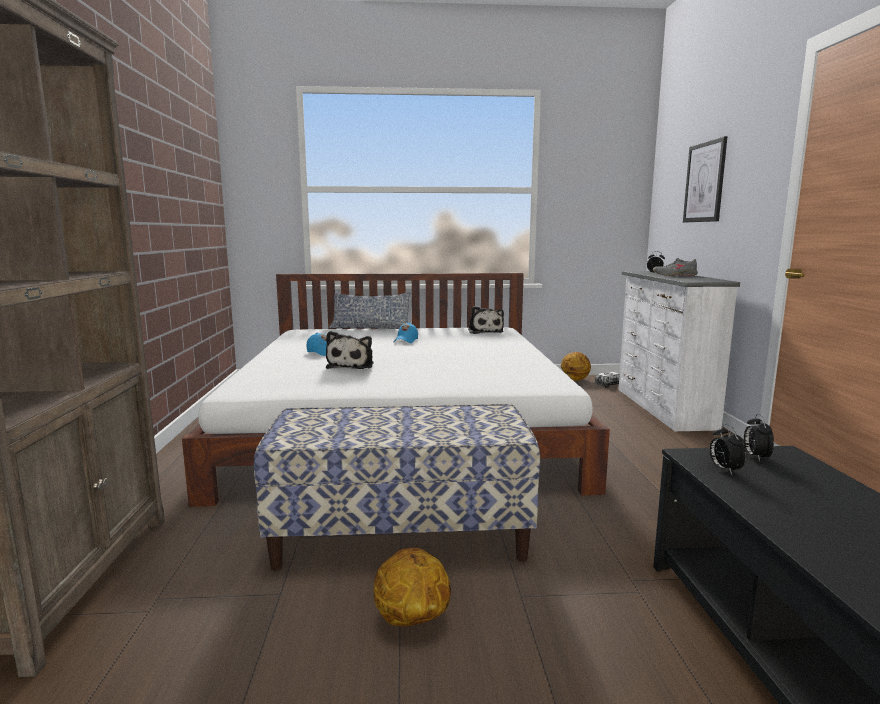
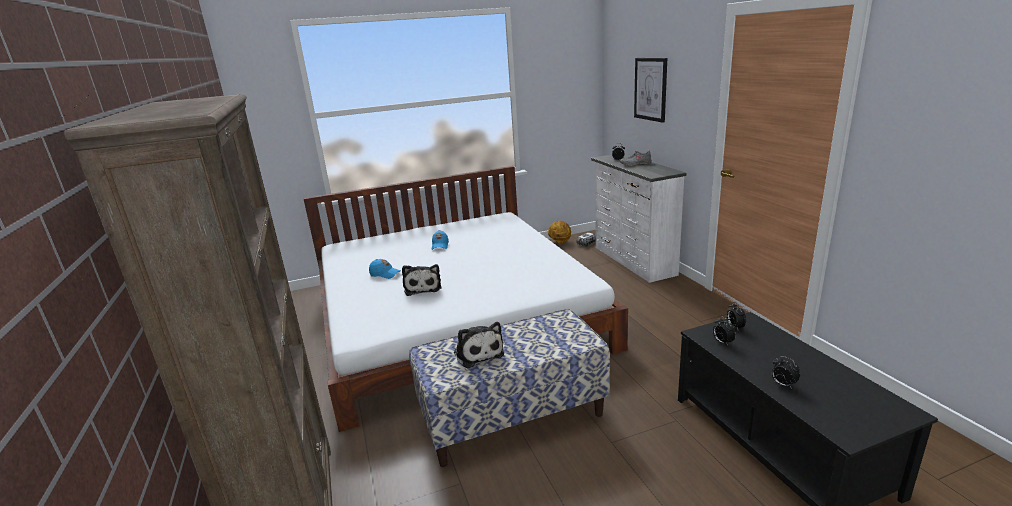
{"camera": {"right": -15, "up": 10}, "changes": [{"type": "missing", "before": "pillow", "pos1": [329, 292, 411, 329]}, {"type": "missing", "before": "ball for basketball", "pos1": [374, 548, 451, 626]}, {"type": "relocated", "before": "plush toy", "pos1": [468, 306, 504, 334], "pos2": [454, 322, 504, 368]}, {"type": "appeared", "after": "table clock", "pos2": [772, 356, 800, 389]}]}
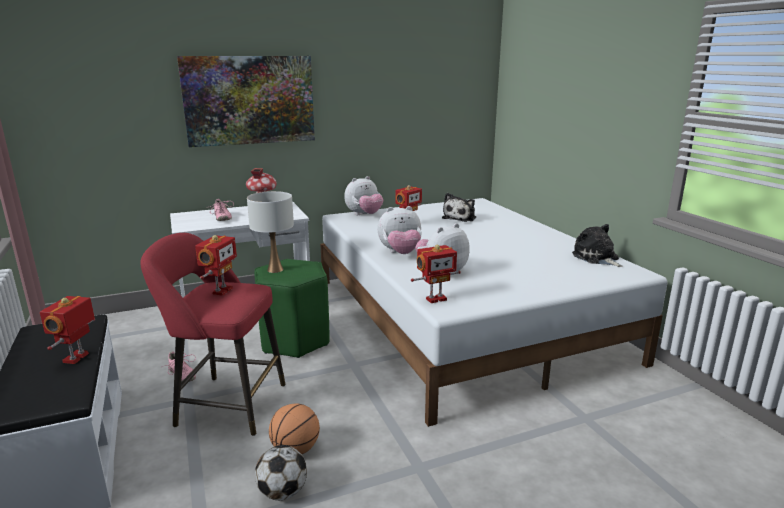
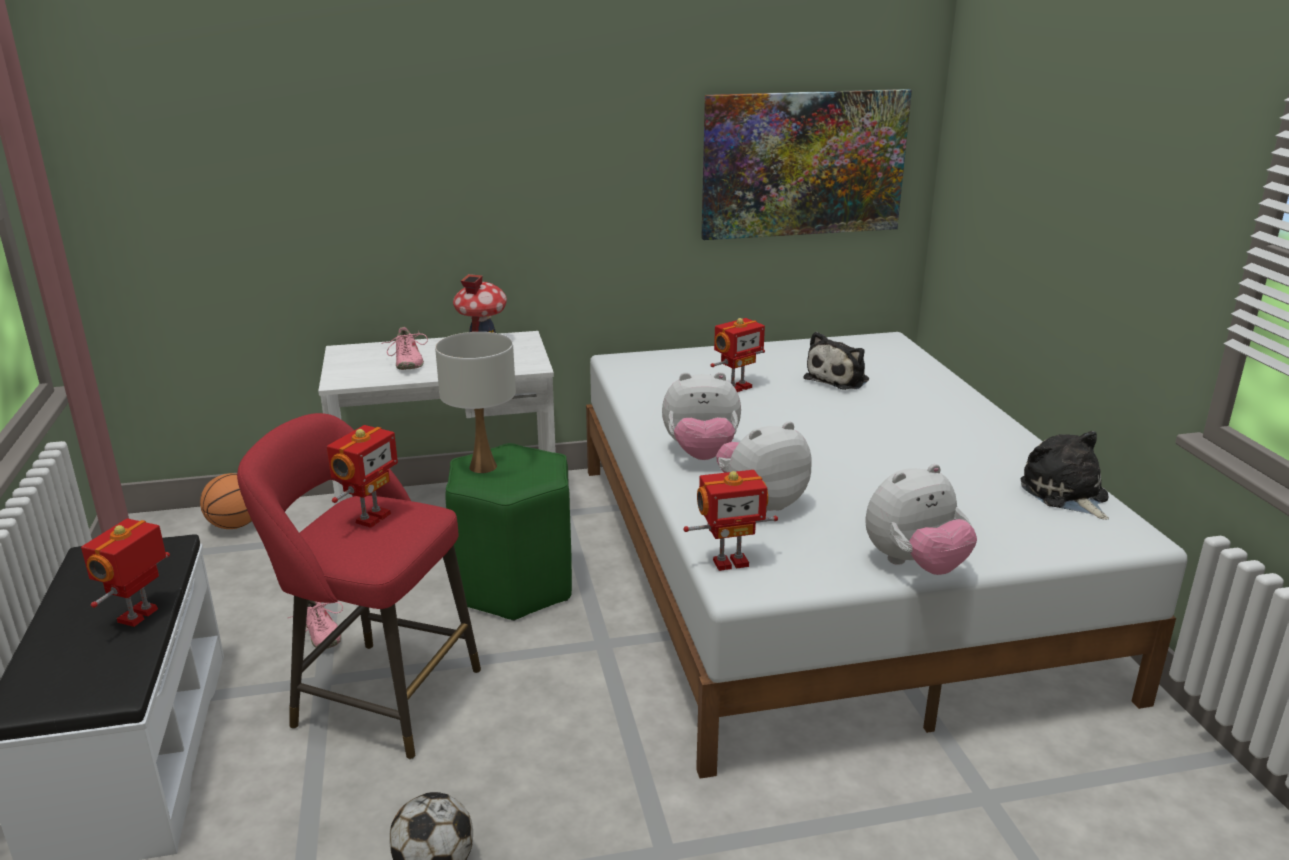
{"camera": {"right": 10, "up": 5}, "changes": [{"type": "relocated", "before": "wall art", "pos1": [177, 56, 315, 147], "pos2": [701, 89, 912, 240]}, {"type": "relocated", "before": "ball for basketball", "pos1": [269, 404, 320, 454], "pos2": [200, 473, 252, 529]}, {"type": "relocated", "before": "plush toy", "pos1": [344, 176, 383, 215], "pos2": [866, 464, 977, 575]}]}
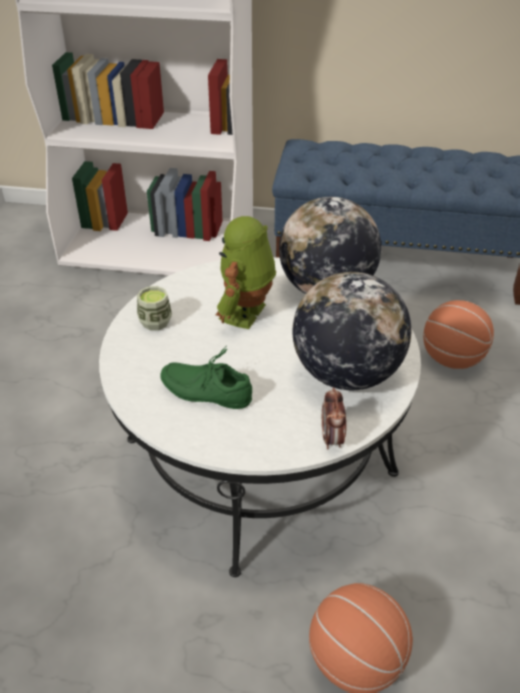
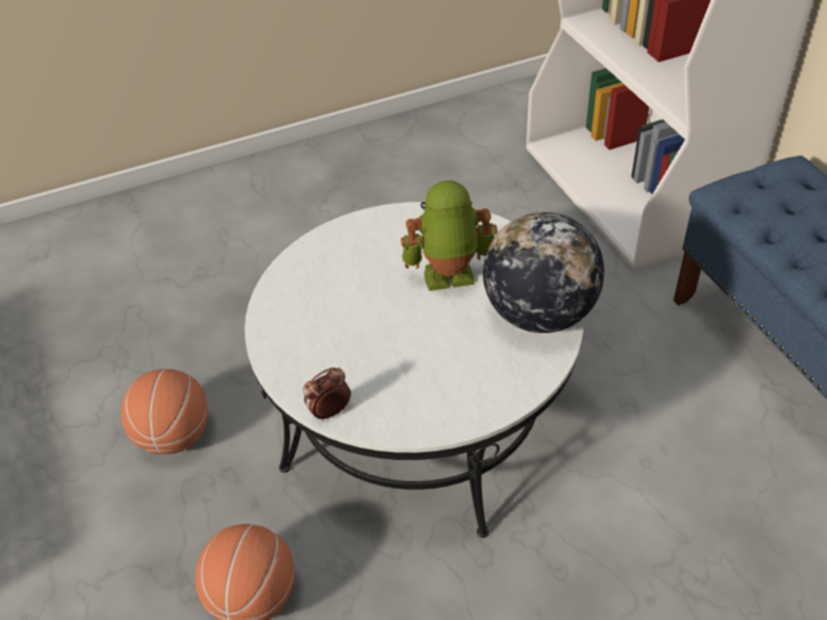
{"camera": {"right": 60, "up": 5}, "changes": [{"type": "missing", "before": "cup", "pos1": [137, 286, 172, 331]}, {"type": "missing", "before": "green item of footwear", "pos1": [160, 345, 252, 409]}, {"type": "missing", "before": "world globe", "pos1": [293, 272, 411, 390]}, {"type": "relocated", "before": "ball for basketball", "pos1": [423, 300, 494, 369], "pos2": [121, 369, 208, 454]}]}
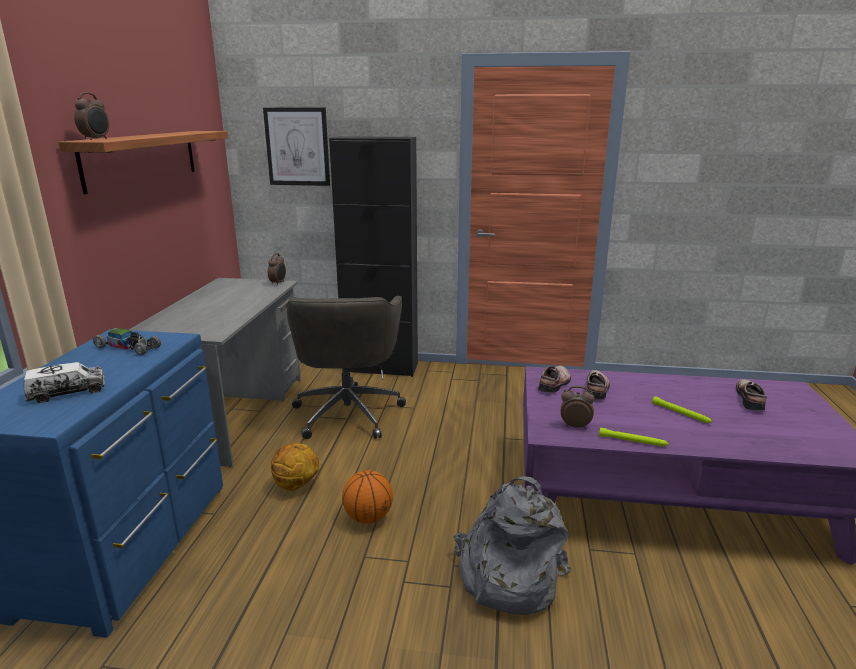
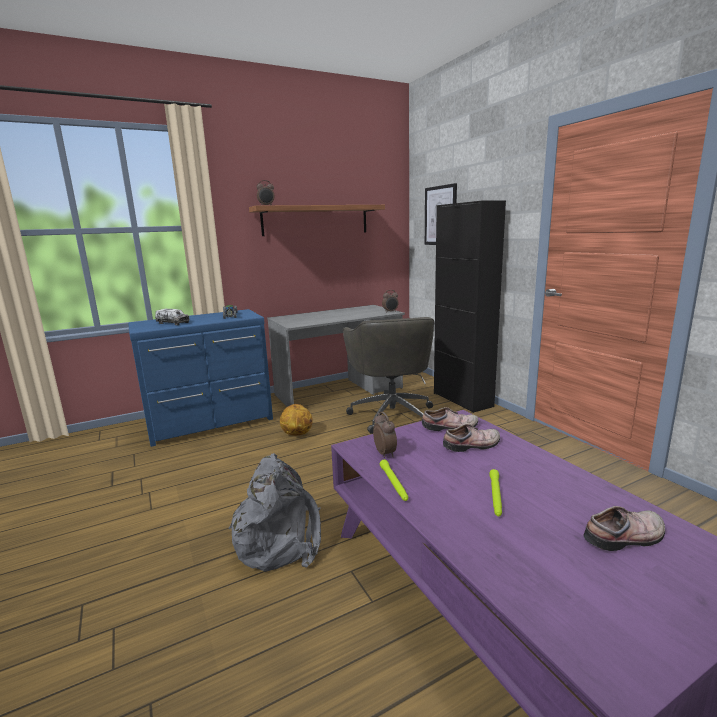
{"camera": {"right": 55, "up": -5}, "changes": [{"type": "spun", "before": "grey office chair", "pos1": [286, 296, 406, 439], "pos2": [343, 317, 434, 434], "turn": -60}, {"type": "missing", "before": "ball for basketball", "pos1": [342, 470, 393, 524]}]}
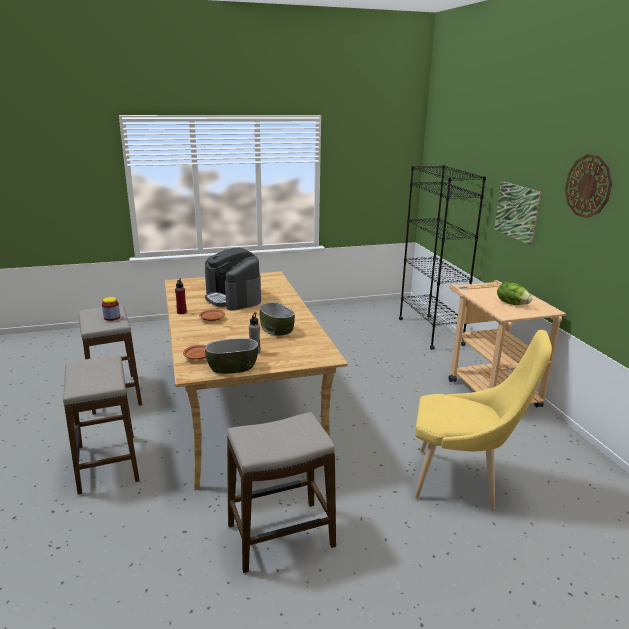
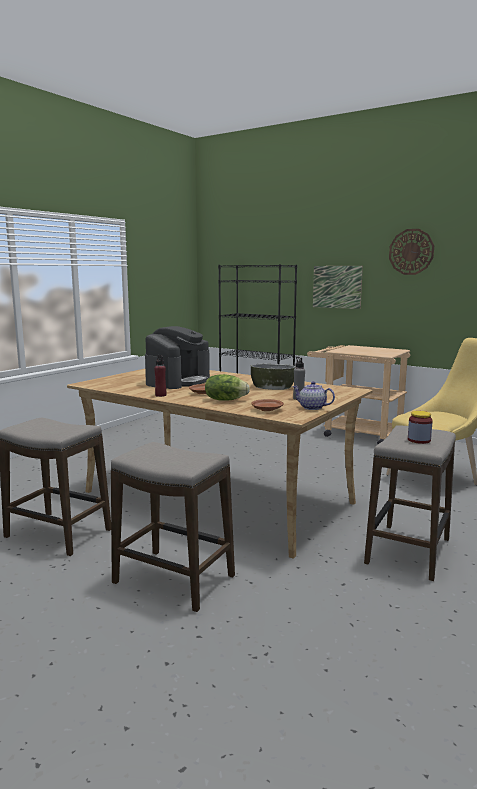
{"camera": {"right": -40, "up": -10}, "changes": [{"type": "relocated", "before": "storage jar", "pos1": [102, 297, 120, 321], "pos2": [408, 411, 433, 444]}, {"type": "spun", "before": "coffee brewer", "pos1": [205, 248, 261, 311], "pos2": [145, 326, 210, 389], "turn": -75}, {"type": "exchanged", "before": "serving bowl", "after": "pot for tea", "pos1": [205, 338, 258, 374], "pos2": [292, 381, 335, 410]}, {"type": "relocated", "before": "lettuce head", "pos1": [497, 283, 532, 305], "pos2": [205, 374, 250, 401]}]}
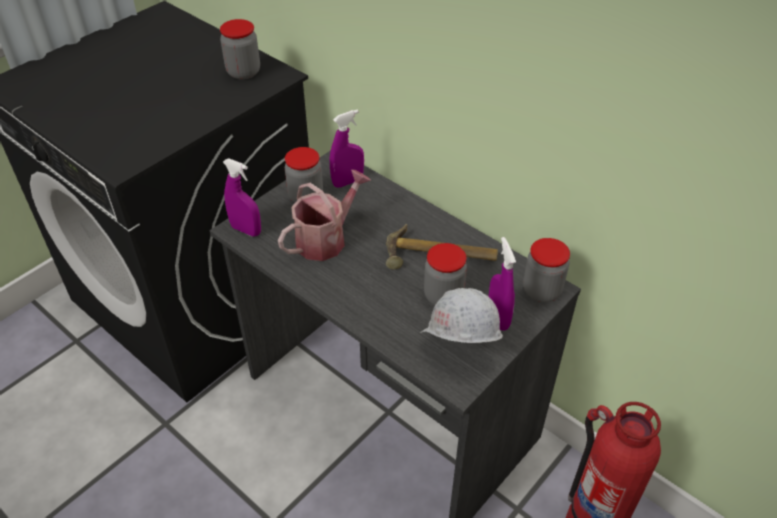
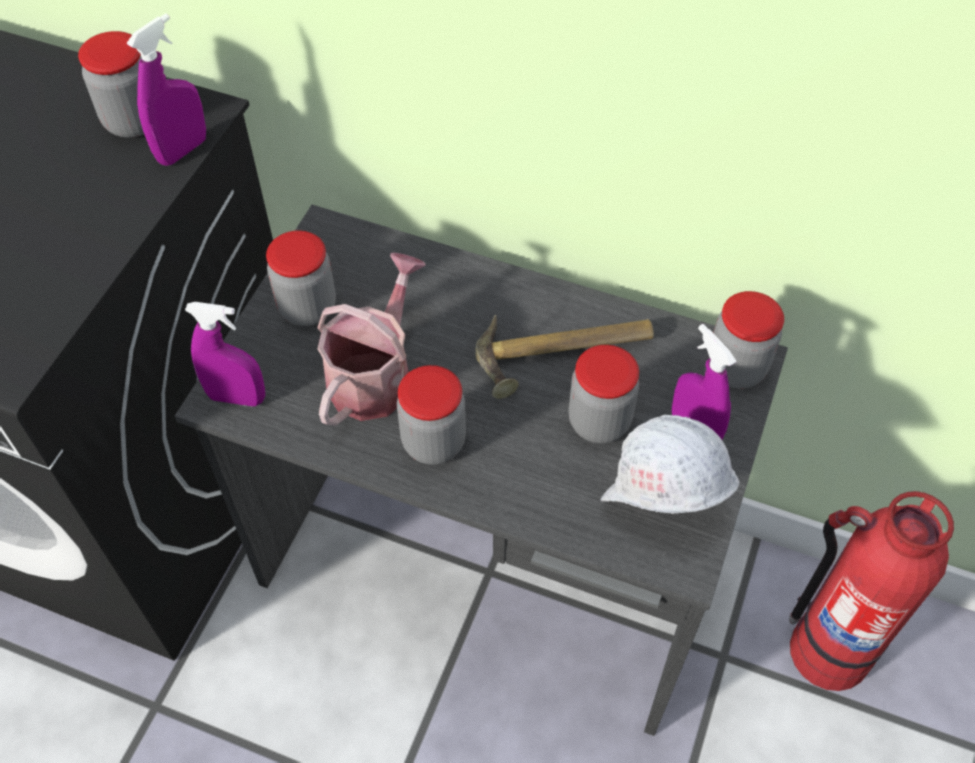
{"camera": {"right": -20, "up": 10}, "changes": [{"type": "relocated", "before": "purple-coloured sprayer", "pos1": [330, 110, 364, 188], "pos2": [127, 13, 206, 166]}, {"type": "appeared", "after": "storage jar", "pos2": [397, 365, 466, 465]}]}
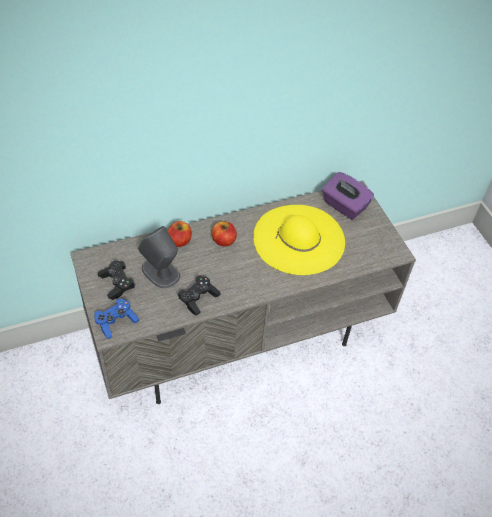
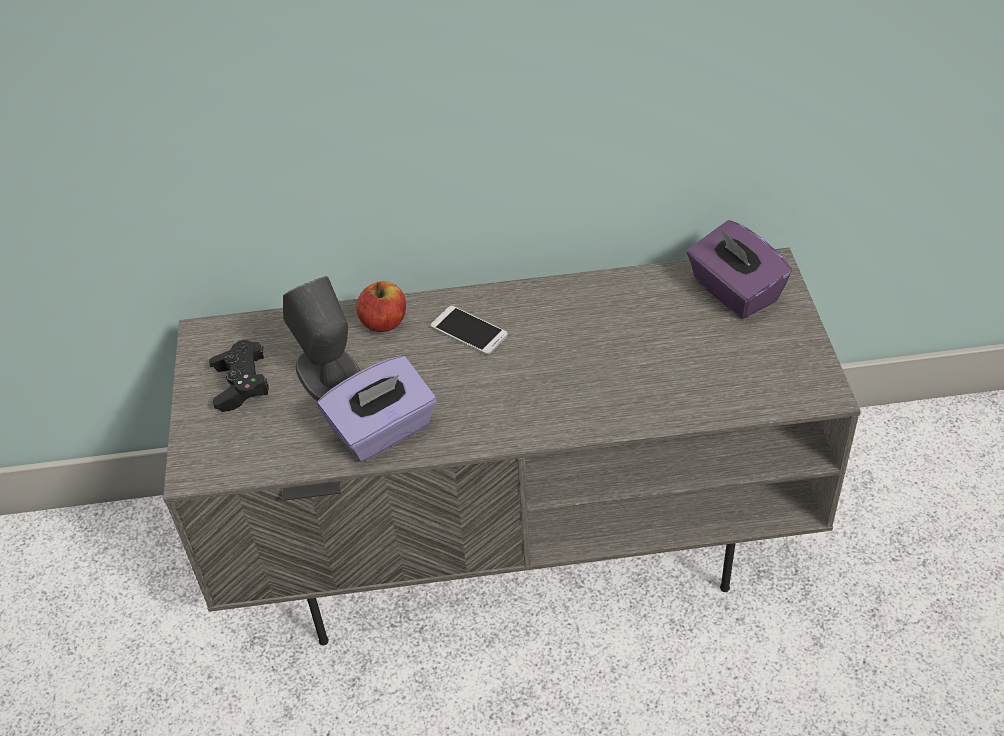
{"camera": {"right": 20, "up": -5}, "changes": [{"type": "missing", "before": "blue-coloured game controller", "pos1": [94, 298, 139, 339]}, {"type": "exchanged", "before": "black-coloured game controller", "after": "purple-coloured tissue box", "pos1": [178, 275, 221, 316], "pos2": [318, 356, 437, 462]}, {"type": "exchanged", "before": "apple fruit", "after": "telephone", "pos1": [211, 221, 237, 246], "pos2": [430, 306, 508, 355]}, {"type": "missing", "before": "yellowish clothing hat", "pos1": [253, 205, 345, 275]}]}
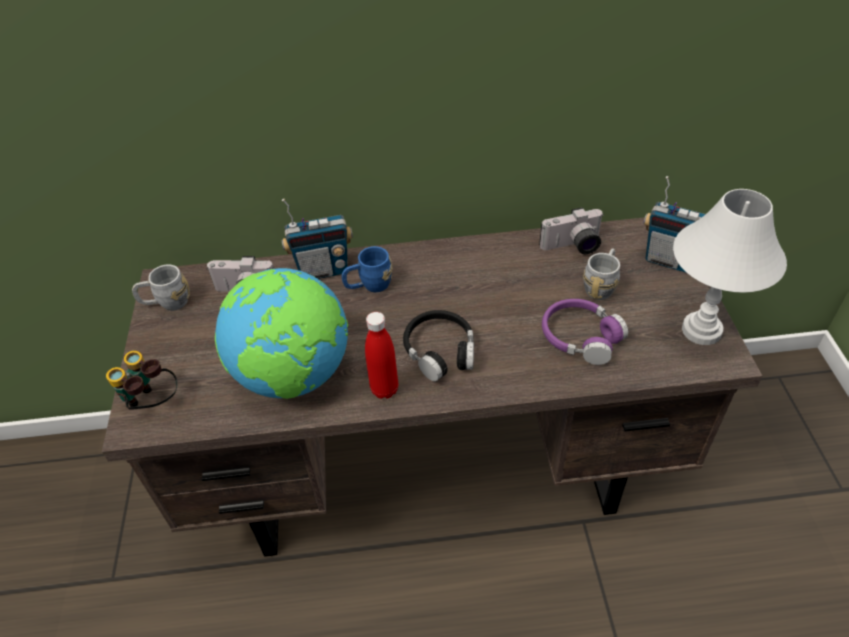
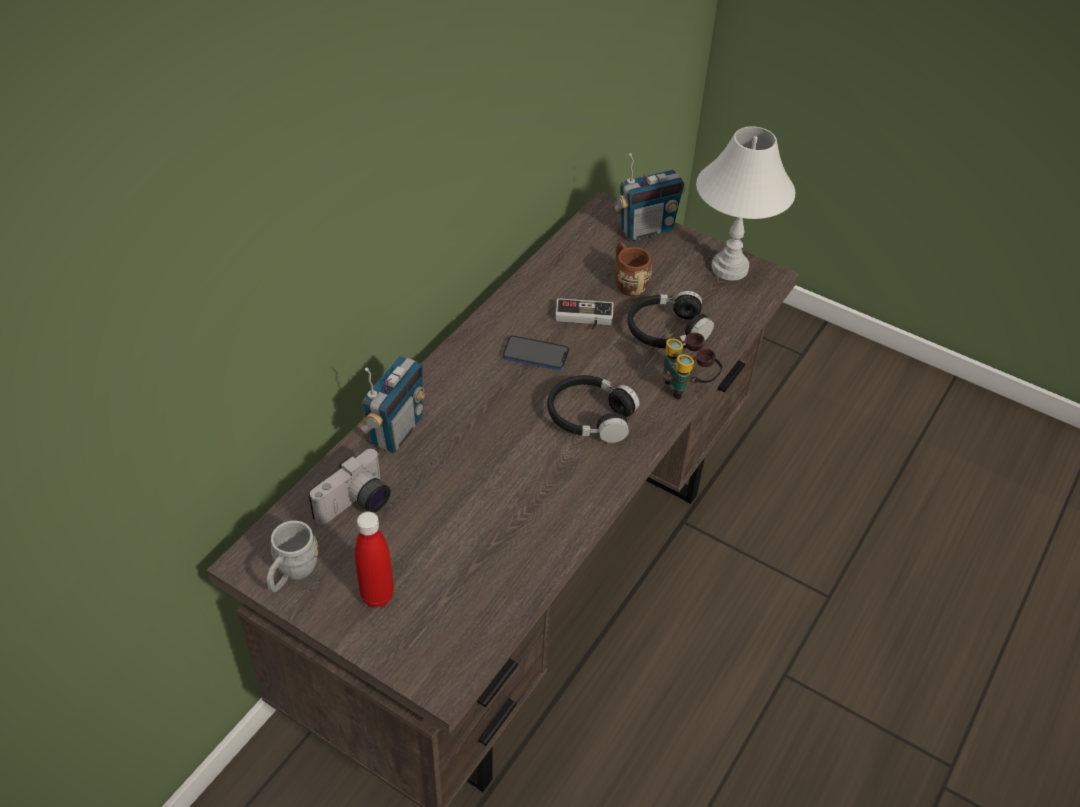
{"camera": {"right": -55, "up": 0}, "changes": [{"type": "relocated", "before": "pair of binoculars", "pos1": [106, 351, 177, 410], "pos2": [662, 333, 722, 400]}, {"type": "missing", "before": "world globe", "pos1": [215, 268, 348, 399]}, {"type": "missing", "before": "blue-coloured tea mug", "pos1": [342, 246, 393, 292]}, {"type": "relocated", "before": "reddish bottle", "pos1": [365, 312, 398, 399], "pos2": [355, 512, 394, 608]}, {"type": "missing", "before": "still camera", "pos1": [539, 207, 604, 254]}, {"type": "colour", "before": "purple-coloured pair of headphones", "after": "black-coloured pair of headphones", "pos1": [542, 299, 628, 365], "pos2": [627, 291, 714, 348]}, {"type": "colour", "before": "grey tea mug", "after": "brown-coloured tea mug", "pos1": [583, 248, 620, 300], "pos2": [615, 242, 652, 296]}, {"type": "appeared", "after": "telephone", "pos2": [502, 335, 569, 370]}, {"type": "appeared", "after": "game controller", "pos2": [555, 298, 614, 330]}]}
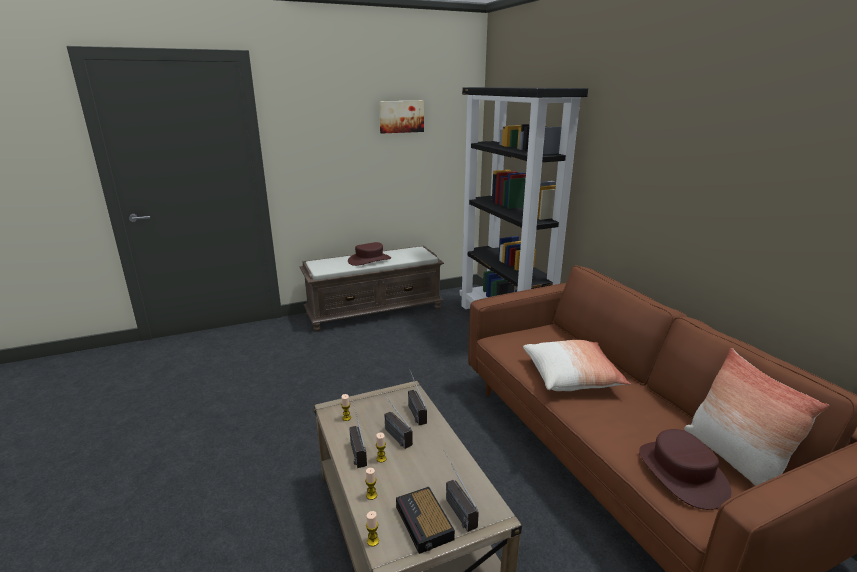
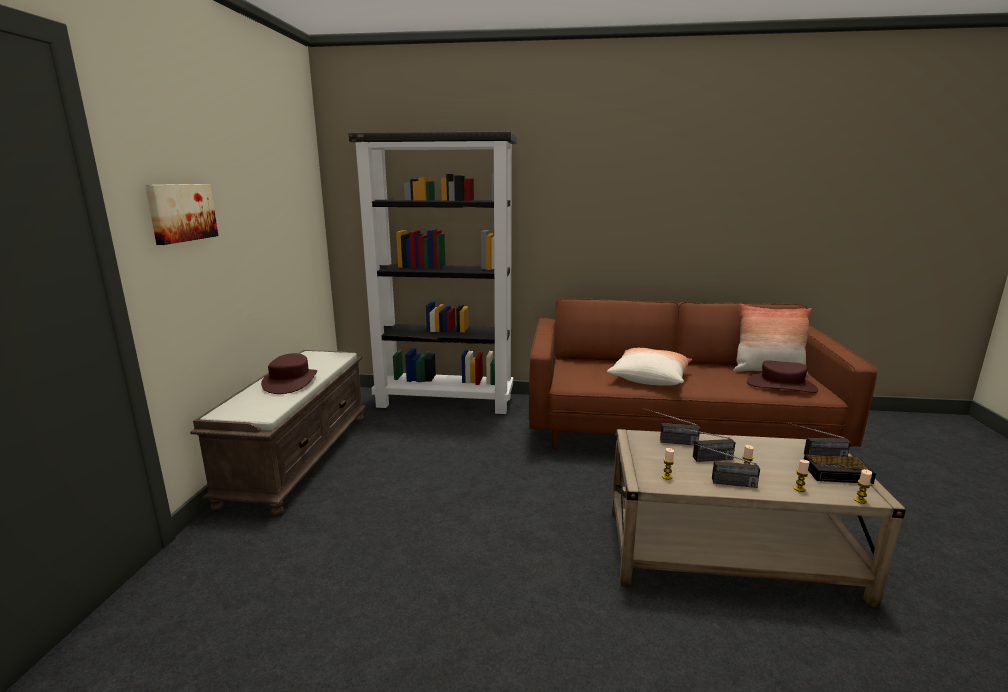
{"camera": {"right": -60, "up": -5}, "changes": [{"type": "relocated", "before": "wall art", "pos1": [379, 101, 424, 133], "pos2": [145, 184, 218, 245]}]}
